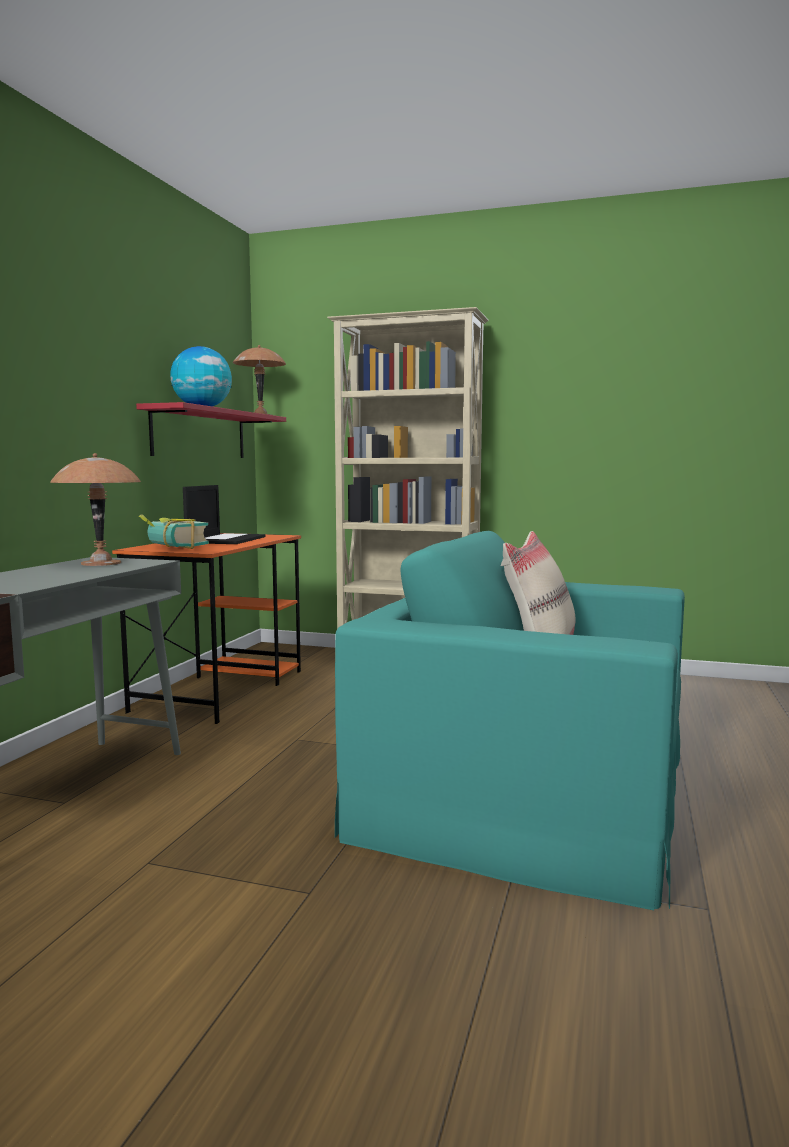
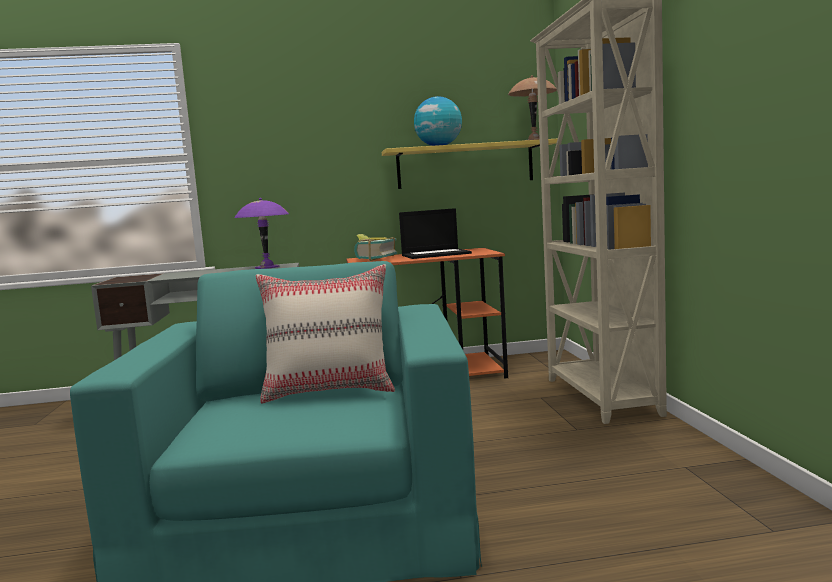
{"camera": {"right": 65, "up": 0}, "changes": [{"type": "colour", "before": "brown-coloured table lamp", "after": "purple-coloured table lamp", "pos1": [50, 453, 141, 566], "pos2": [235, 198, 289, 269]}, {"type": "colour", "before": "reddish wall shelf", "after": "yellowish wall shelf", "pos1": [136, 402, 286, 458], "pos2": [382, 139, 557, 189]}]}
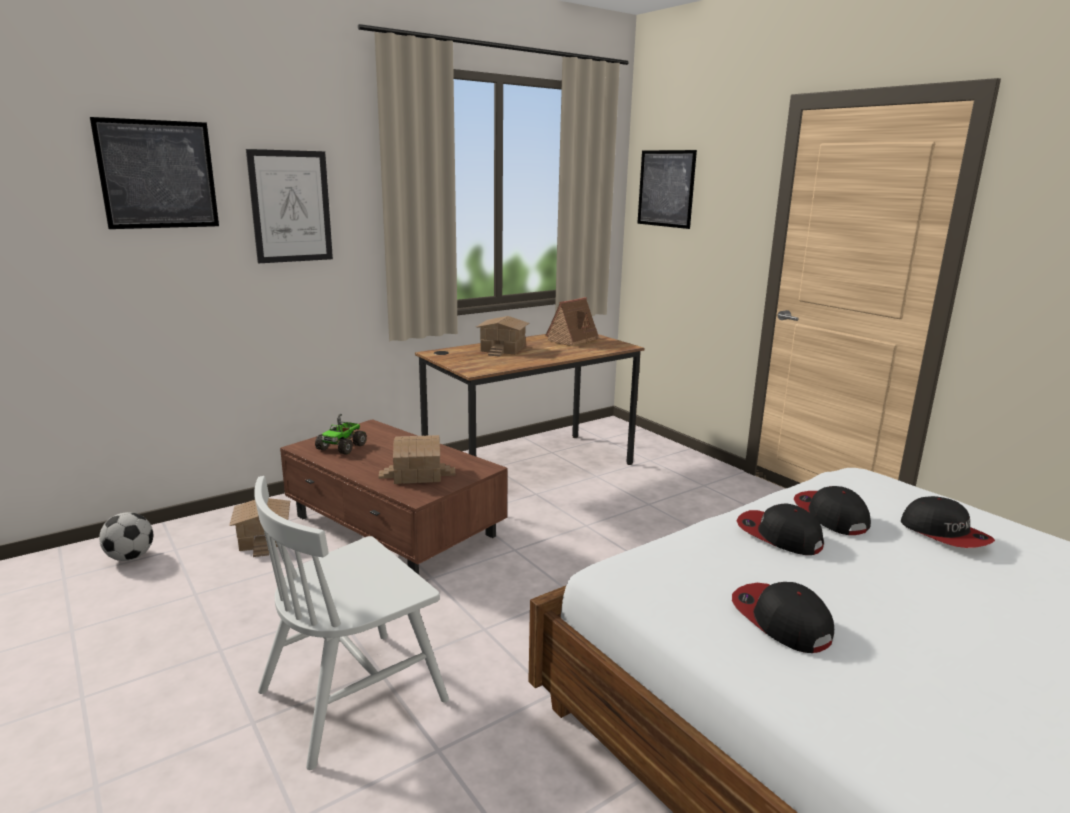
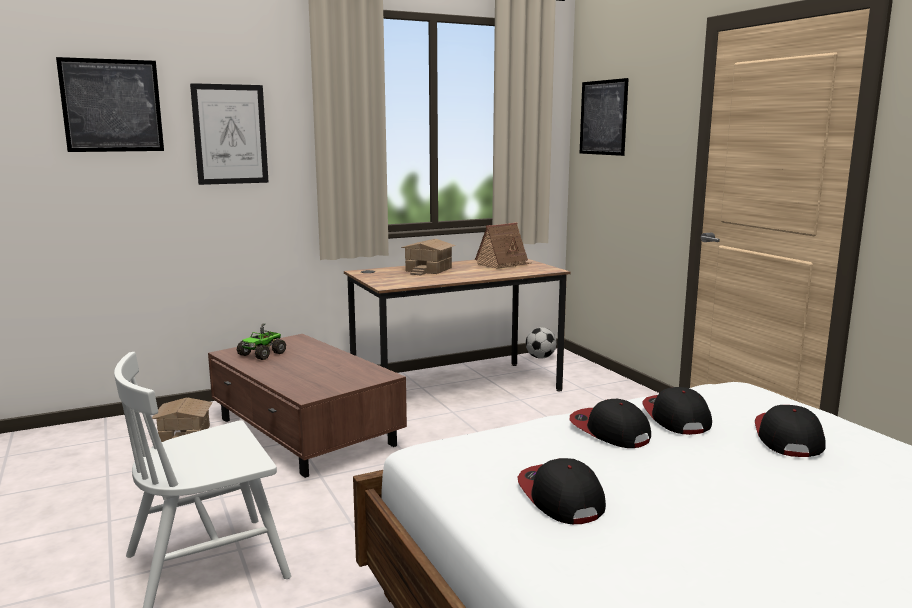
{"camera": {"right": 10, "up": -5}, "changes": [{"type": "relocated", "before": "football", "pos1": [99, 512, 153, 561], "pos2": [526, 327, 557, 359]}, {"type": "missing", "before": "miniature house", "pos1": [379, 435, 456, 484]}, {"type": "spun", "before": "baseball cap", "pos1": [901, 496, 995, 548], "pos2": [755, 405, 826, 457], "turn": -150}]}
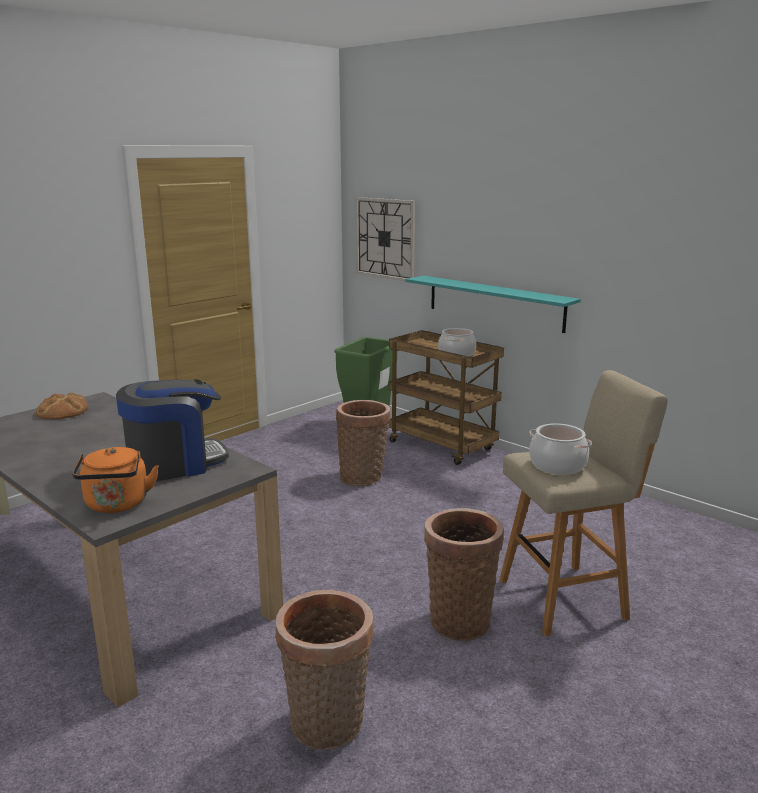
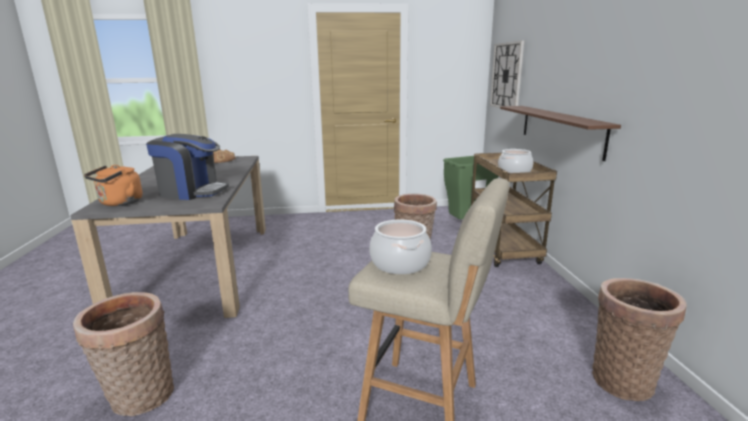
{"camera": {"right": 40, "up": 0}, "changes": [{"type": "colour", "before": "turquoise-coloured wall shelf", "after": "brown-coloured wall shelf", "pos1": [405, 276, 581, 333], "pos2": [500, 106, 621, 161]}, {"type": "relocated", "before": "basket", "pos1": [424, 508, 503, 641], "pos2": [592, 278, 687, 401]}]}
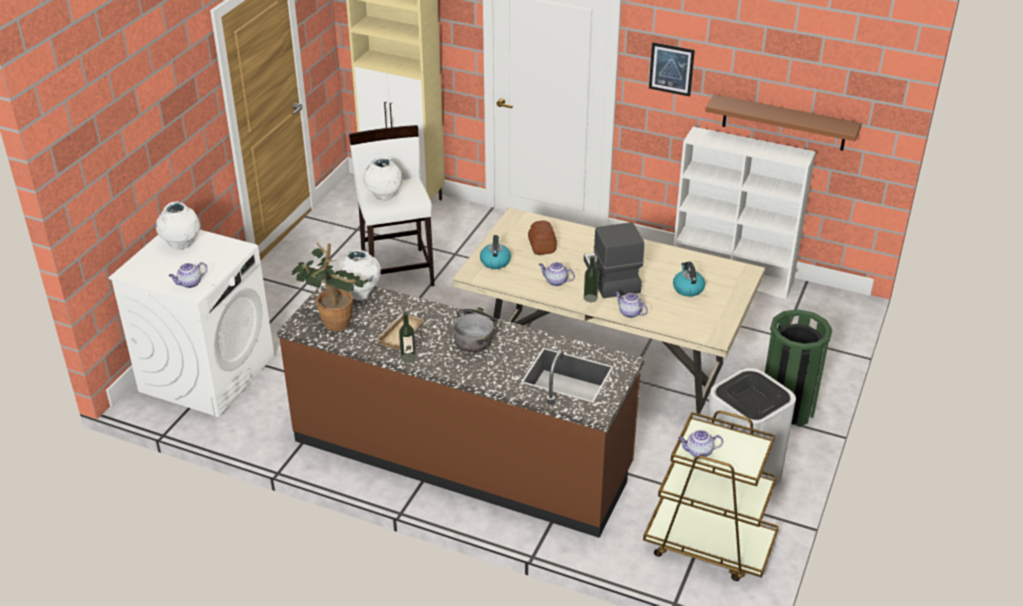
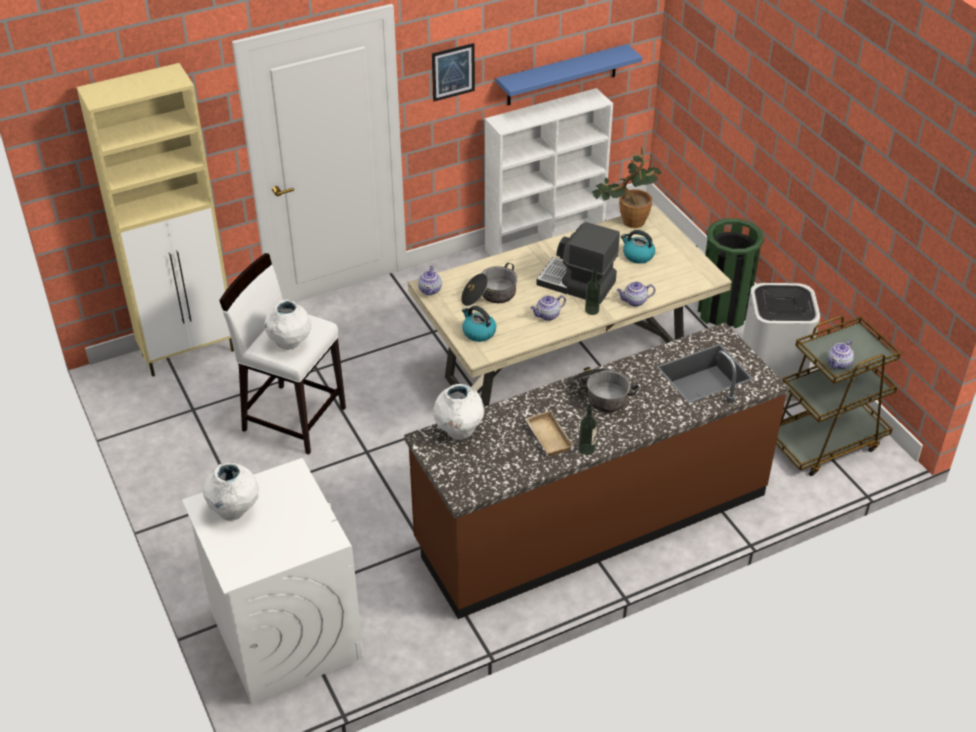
{"camera": {"right": -50, "up": 5}, "changes": [{"type": "relocated", "before": "pot for tea", "pos1": [169, 262, 208, 288], "pos2": [418, 266, 442, 296]}, {"type": "relocated", "before": "potted plant", "pos1": [291, 242, 369, 331], "pos2": [592, 147, 662, 228]}, {"type": "exchanged", "before": "bakery bread", "after": "saucepot", "pos1": [528, 221, 557, 255], "pos2": [461, 263, 517, 306]}, {"type": "colour", "before": "brown-coloured wall shelf", "after": "blue-coloured wall shelf", "pos1": [705, 94, 862, 151], "pos2": [496, 44, 642, 105]}]}
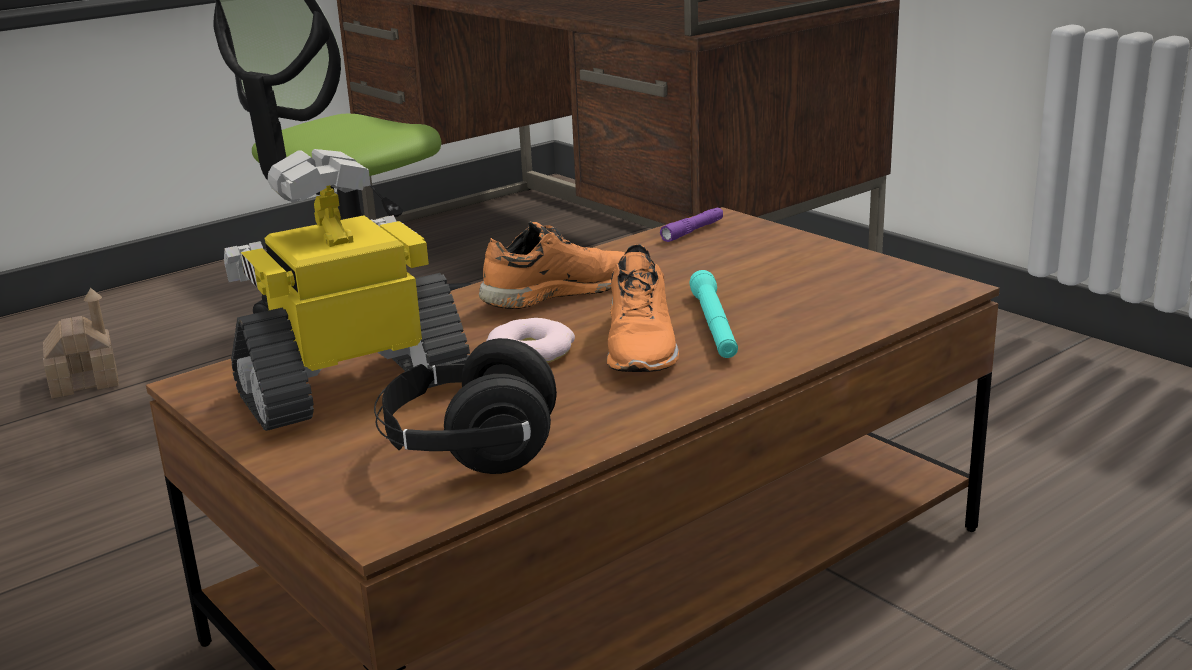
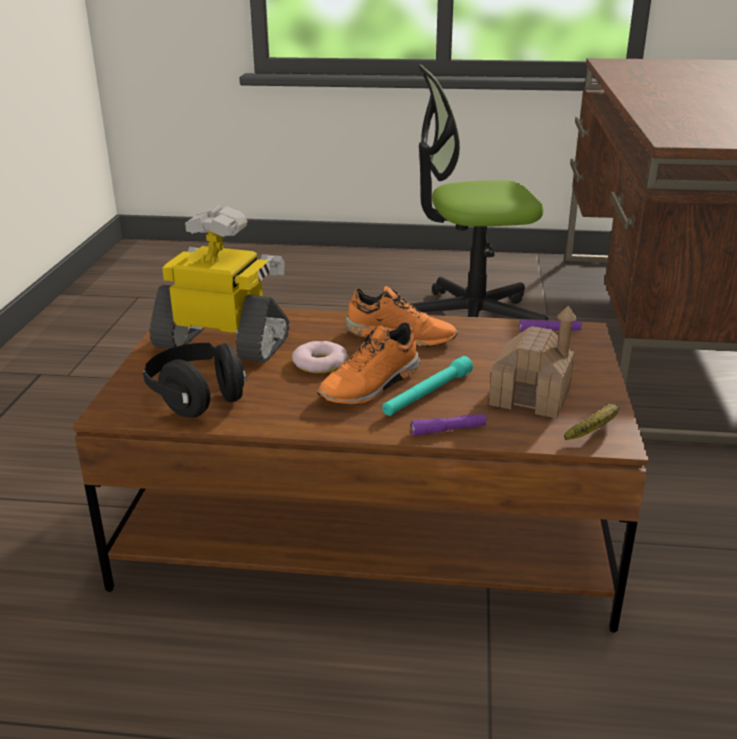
{"camera": {"right": 45, "up": 5}, "changes": [{"type": "relocated", "before": "miniature house", "pos1": [43, 288, 119, 399], "pos2": [489, 305, 577, 418]}, {"type": "appeared", "after": "purple-coloured flashlight", "pos2": [410, 414, 487, 436]}, {"type": "appeared", "after": "whole banana", "pos2": [564, 404, 619, 440]}]}
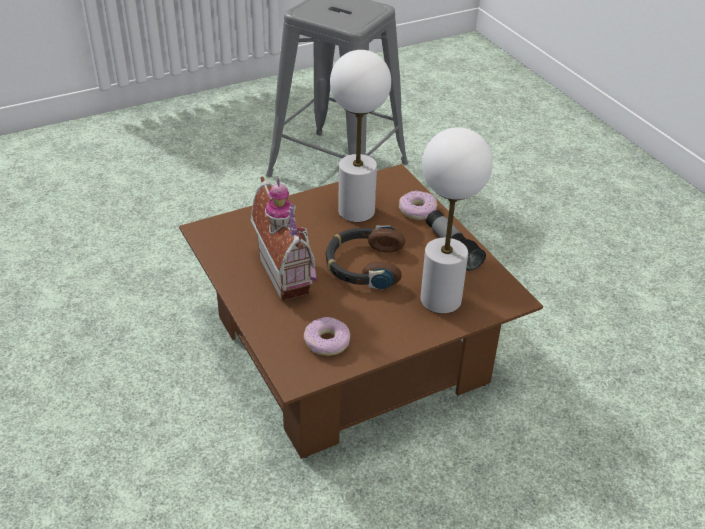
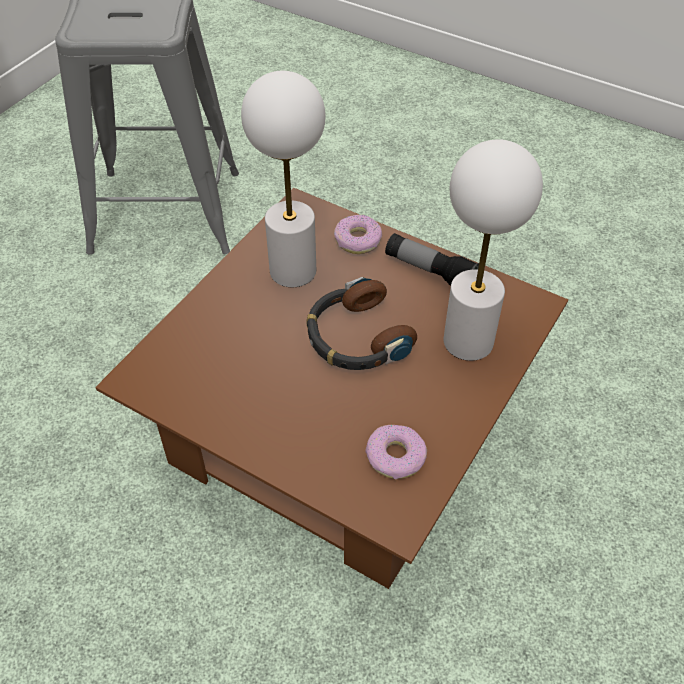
{"camera": {"right": -30, "up": 10}, "changes": [{"type": "missing", "before": "miniature house", "pos1": [251, 176, 316, 301]}]}
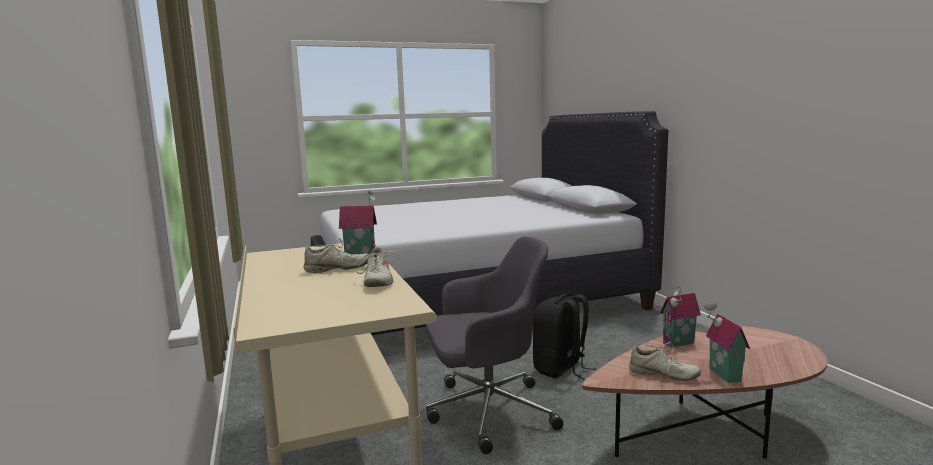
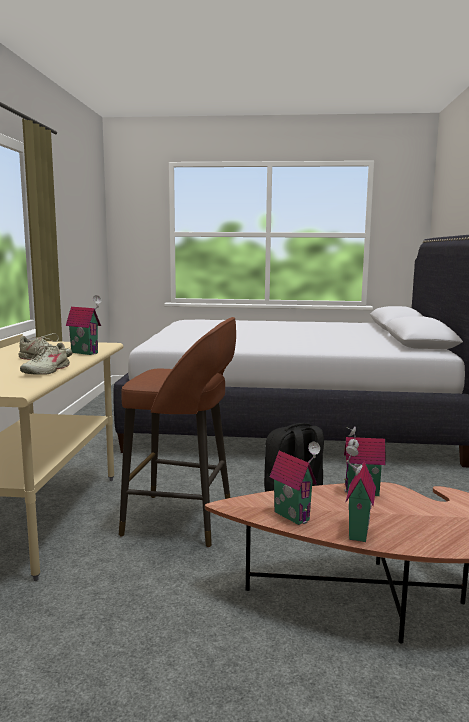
{"camera": {"right": 25, "up": 0}, "changes": [{"type": "exchanged", "before": "grey office chair", "after": "brown-coloured sitting stool", "pos1": [426, 237, 564, 454], "pos2": [119, 317, 236, 547]}, {"type": "exchanged", "before": "beige-coloured item of footwear", "after": "miniature house", "pos1": [629, 342, 701, 381], "pos2": [270, 442, 320, 525]}]}
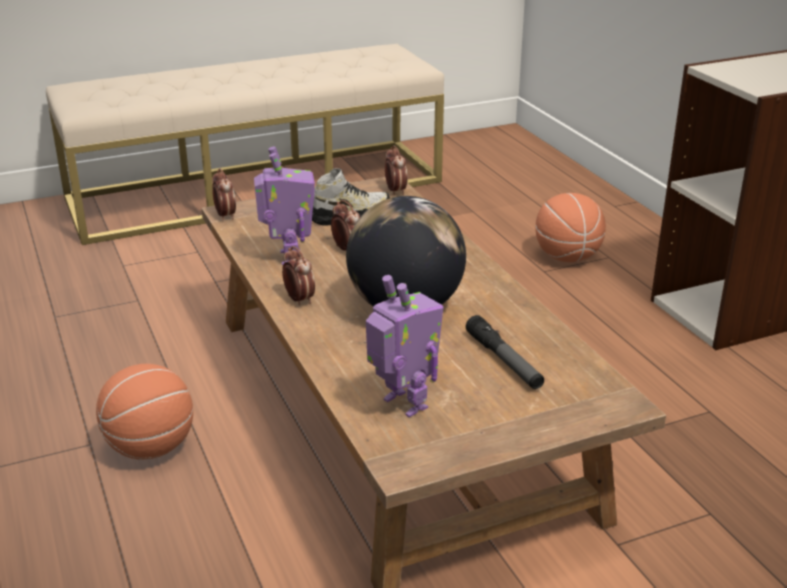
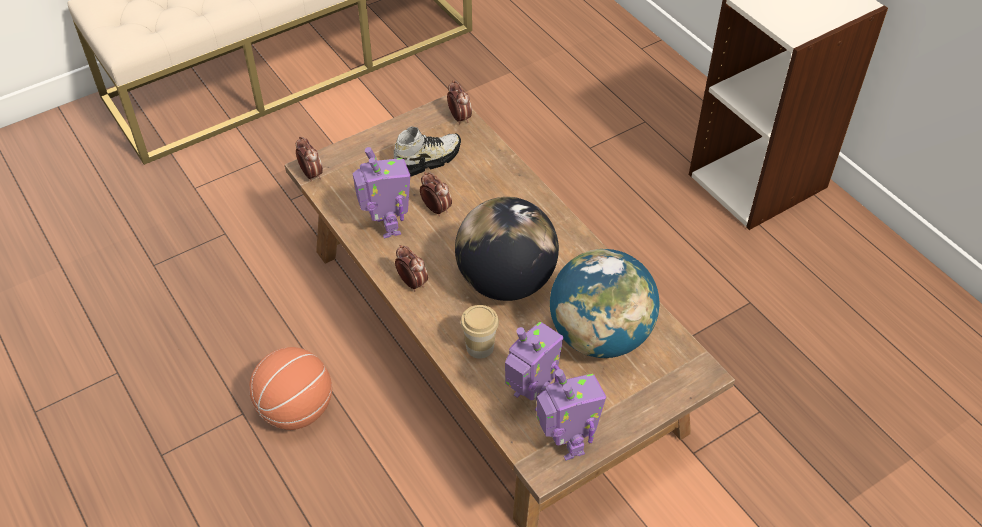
{"camera": {"right": -10, "up": 20}, "changes": [{"type": "exchanged", "before": "flashlight", "after": "world globe", "pos1": [466, 315, 544, 389], "pos2": [550, 249, 659, 358]}, {"type": "missing", "before": "ball for basketball", "pos1": [535, 193, 606, 262]}, {"type": "appeared", "after": "cup", "pos2": [461, 305, 499, 359]}, {"type": "appeared", "after": "model robot", "pos2": [537, 369, 606, 461]}]}
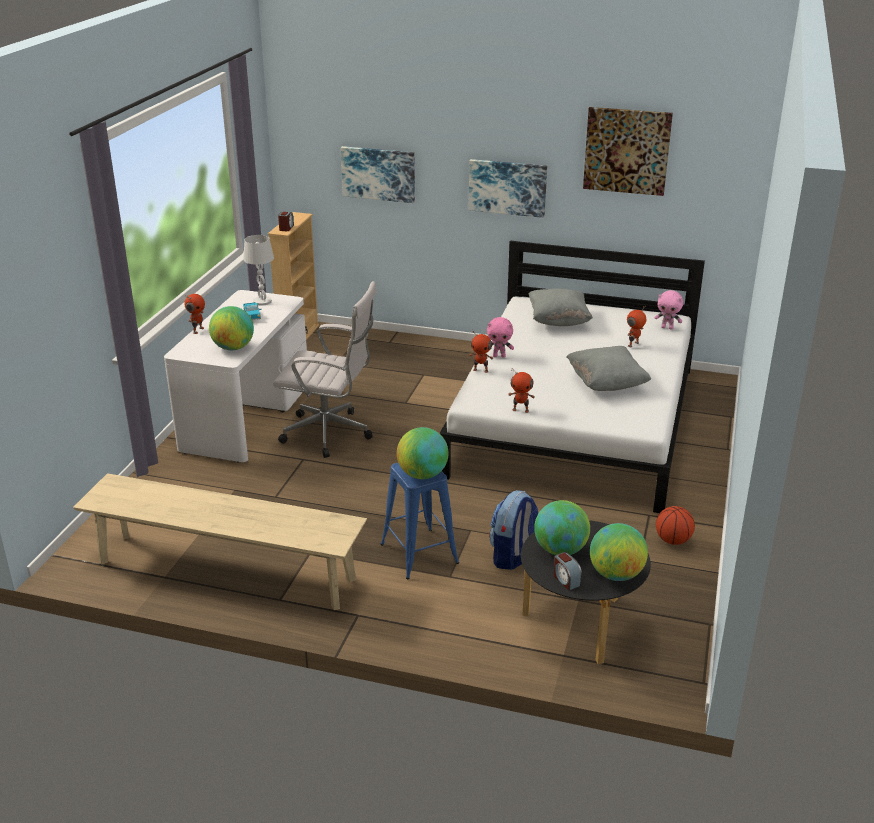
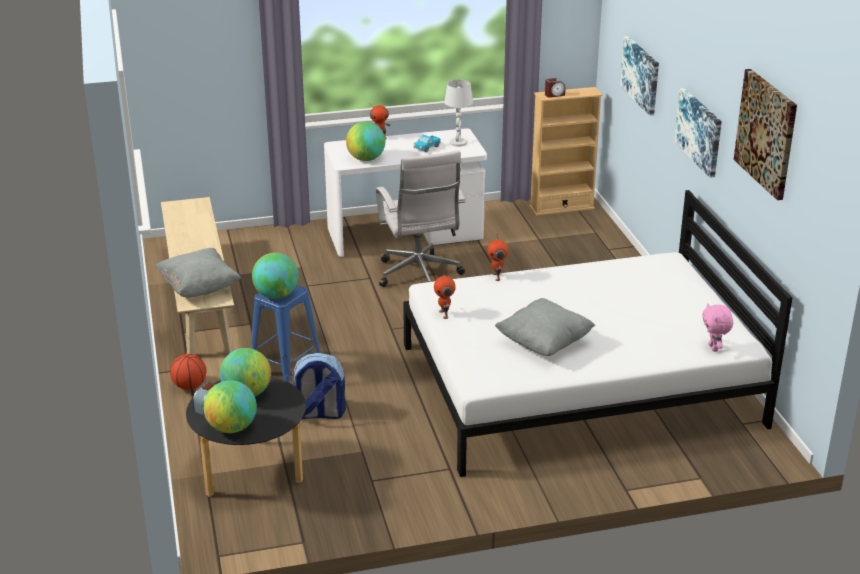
{"camera": {"right": 60, "up": 0}, "changes": [{"type": "missing", "before": "pink plush toy", "pos1": [487, 317, 514, 358]}, {"type": "relocated", "before": "grey pillow", "pos1": [529, 289, 593, 326], "pos2": [155, 248, 241, 297]}, {"type": "missing", "before": "model robot", "pos1": [627, 306, 646, 347]}, {"type": "relocated", "before": "ball for basketball", "pos1": [656, 506, 695, 545], "pos2": [170, 354, 206, 390]}]}
